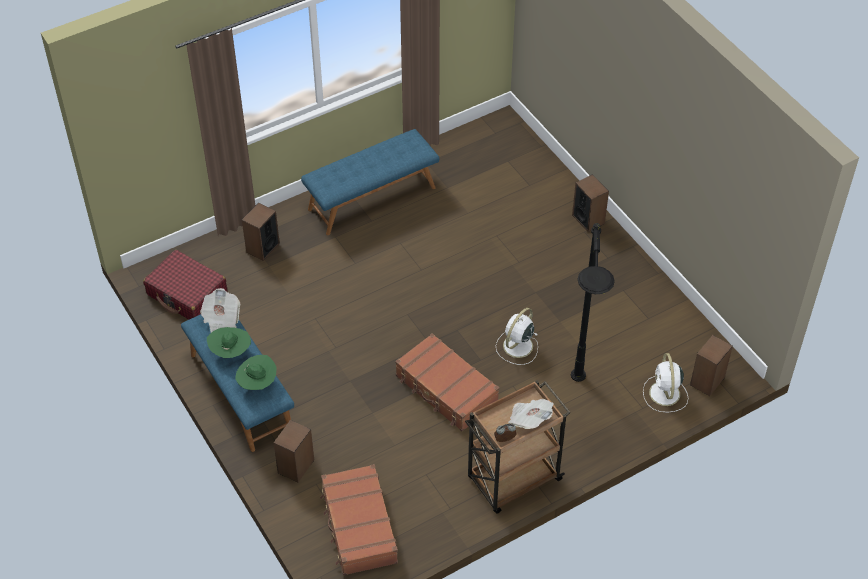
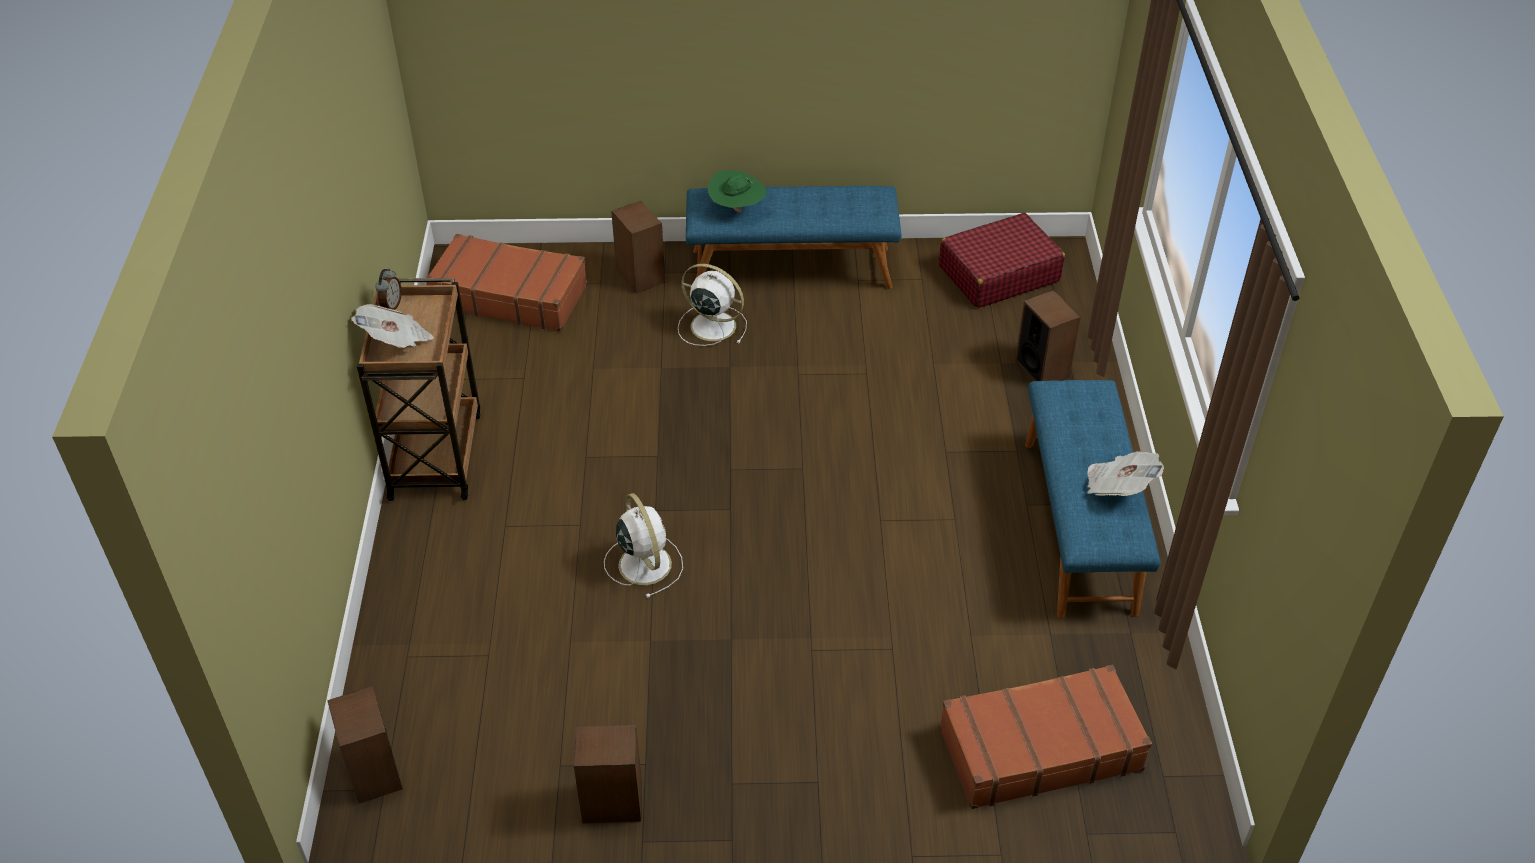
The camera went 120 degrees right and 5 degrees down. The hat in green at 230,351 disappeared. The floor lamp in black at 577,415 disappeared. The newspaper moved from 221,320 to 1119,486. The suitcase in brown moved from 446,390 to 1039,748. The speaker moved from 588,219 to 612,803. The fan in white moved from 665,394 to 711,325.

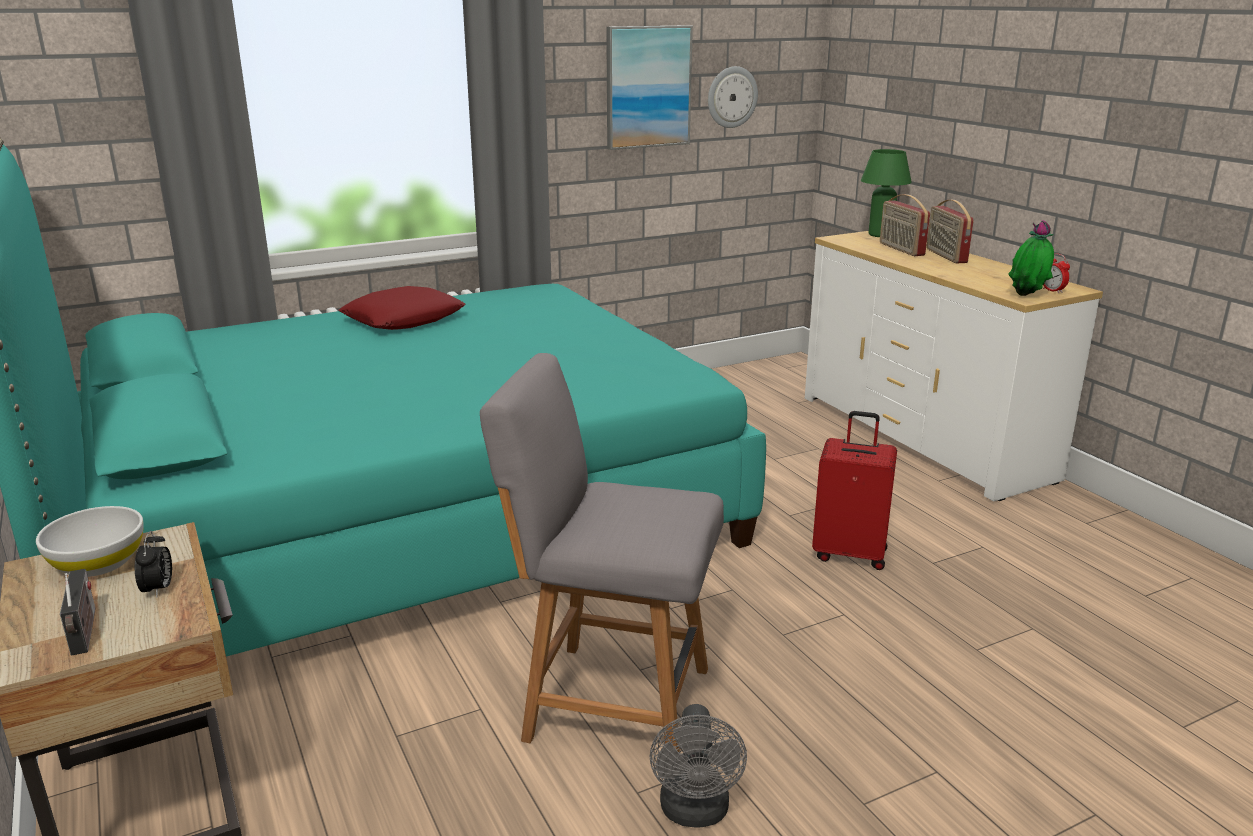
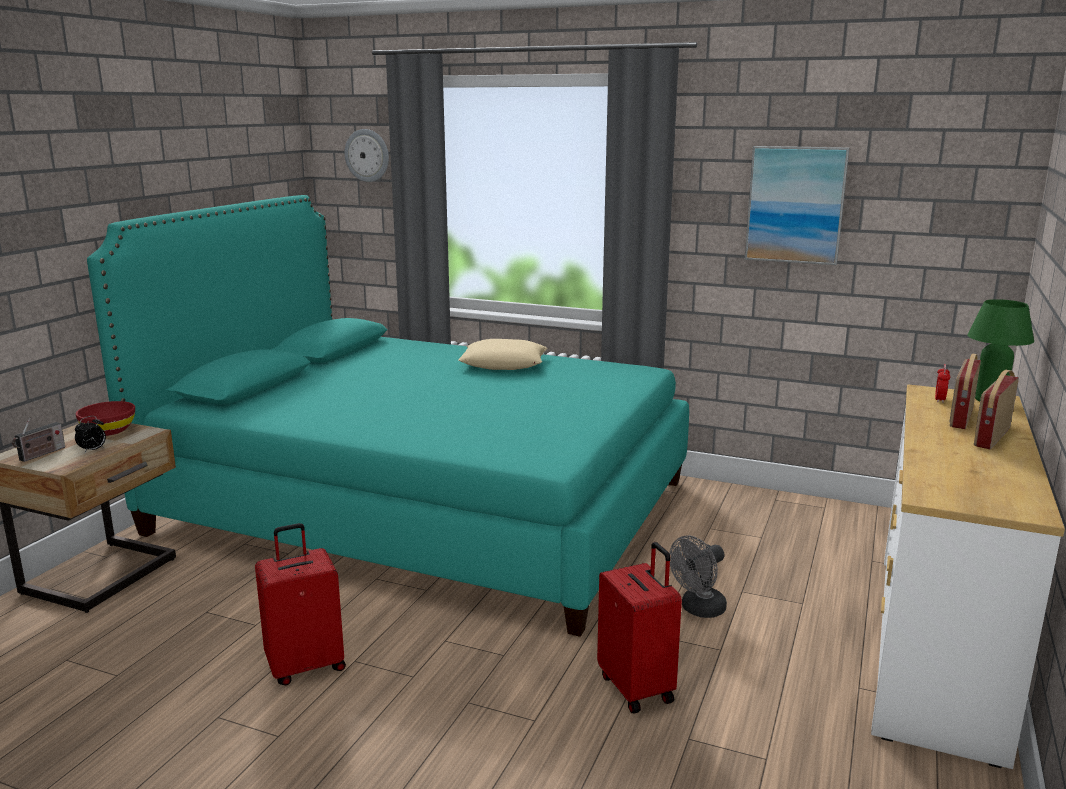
The camera went 50 degrees right and 5 degrees down. The potted plant at 1026,296 disappeared. The fan in grey moved from 695,813 to 698,610. The wall clock moved from 731,97 to 367,155. The alarm clock moved from 1052,290 to 939,400. The chair in grey at 610,702 was replaced by the suitcase in red at 306,665. The bowl in white at 98,563 became the bowl in red at 108,431. The pillow in red at 404,319 became the pillow in beige at 504,363.

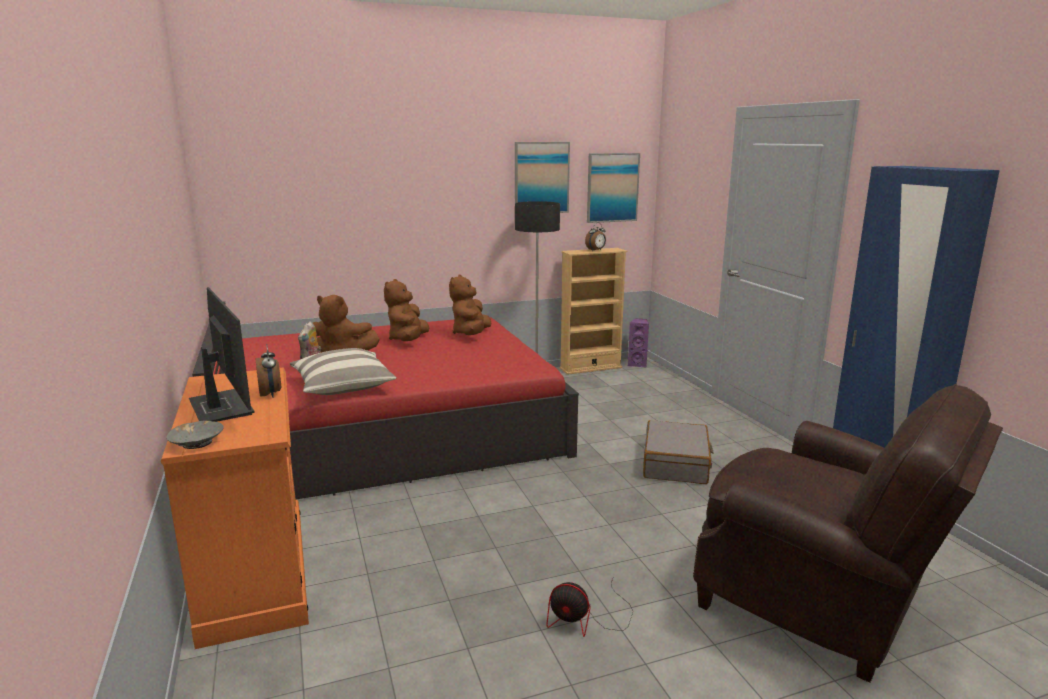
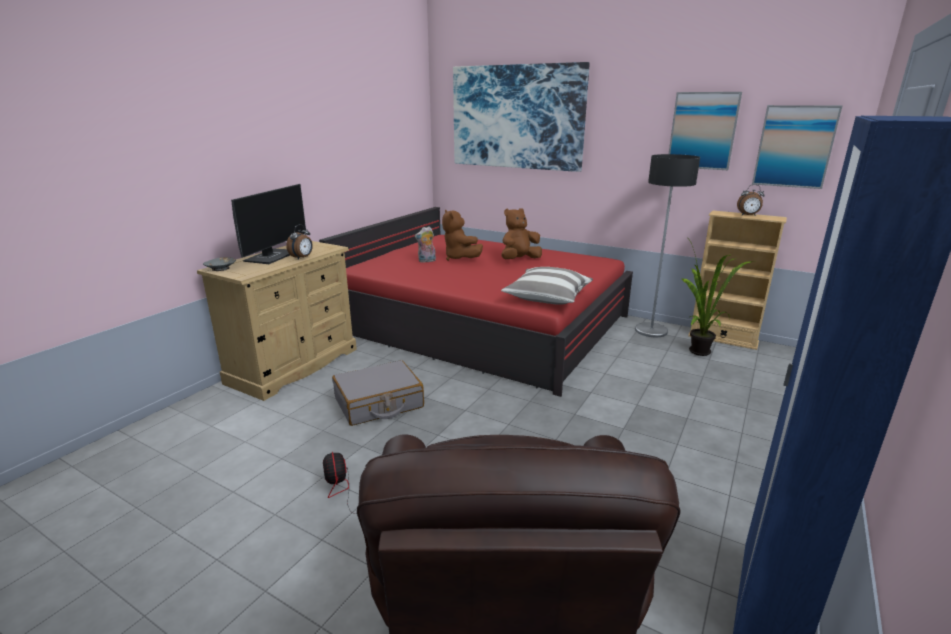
The camera went 50 degrees right and 5 degrees up. The plush toy in brown at 471,334 disappeared. The speaker in purple at 637,364 disappeared. The picture at 516,117 appeared. The potted plant at 698,353 appeared. The pillow moved from 343,386 to 547,297. The suitcase in grey moved from 676,464 to 379,403. The dresser in orange at 256,572 became the dresser in beige at 294,365.

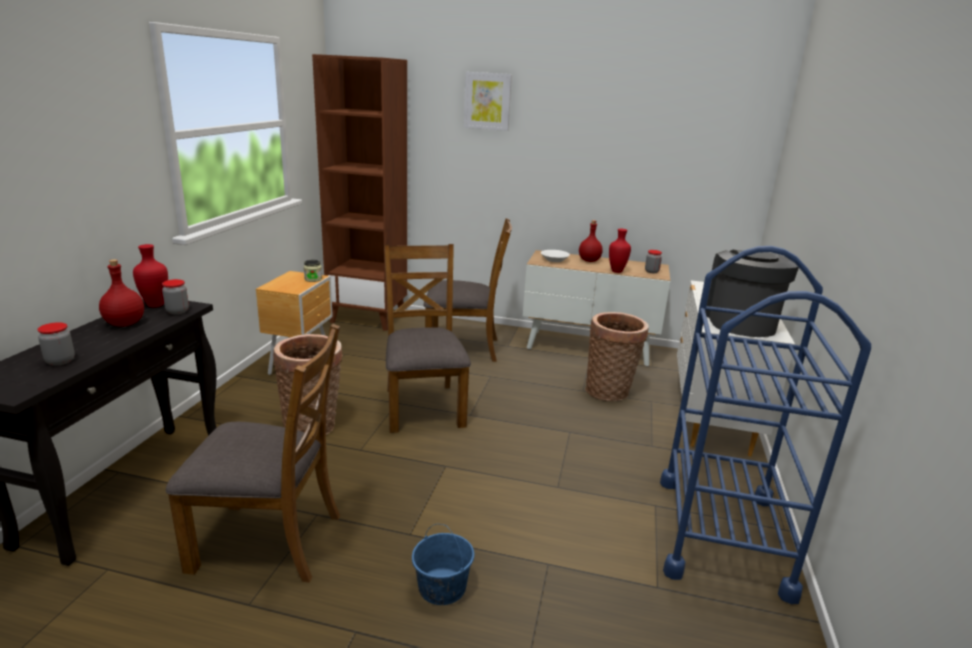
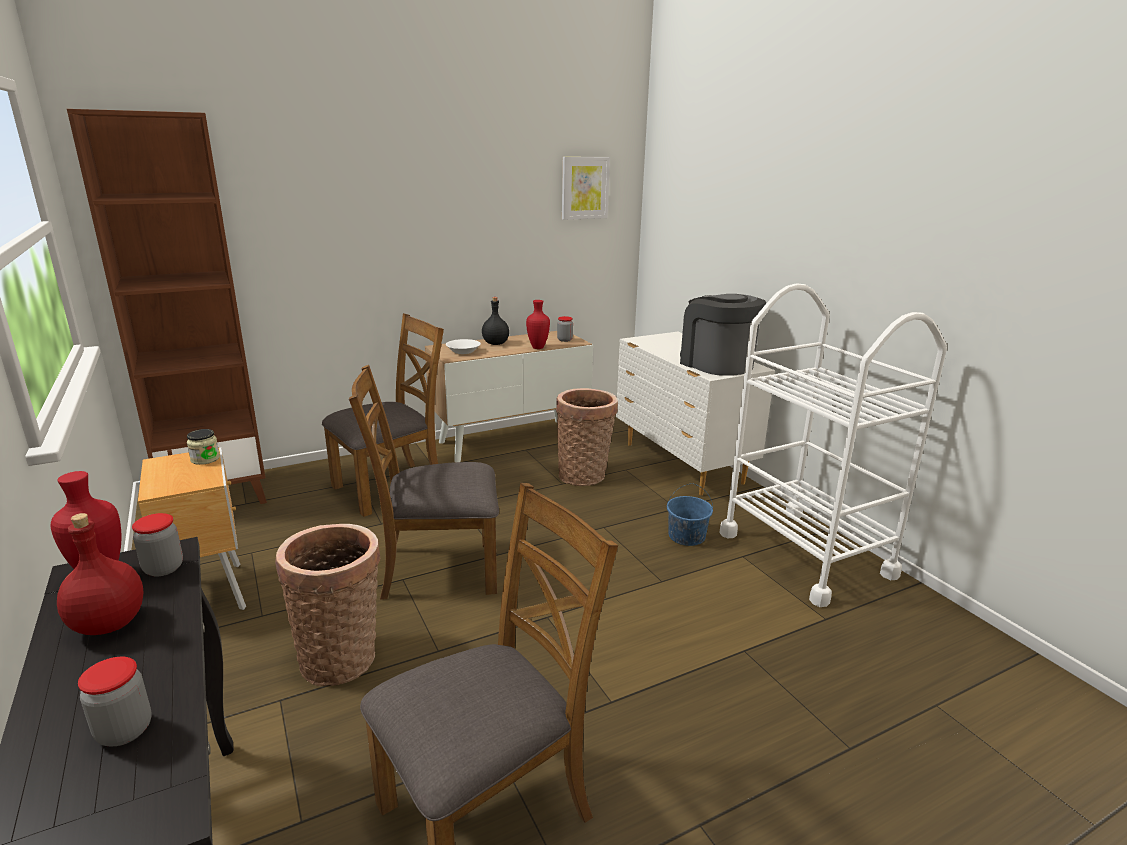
The camera went 40 degrees left and 0 degrees up. The bucket in blue moved from 442,587 to 686,536. The picture moved from 487,101 to 584,188. The bottle in red at 589,261 became the bottle in black at 495,344. The cart in blue at 721,534 became the cart in white at 805,554. The chair in brown at 423,406 turned 45 degrees counterclockwise.

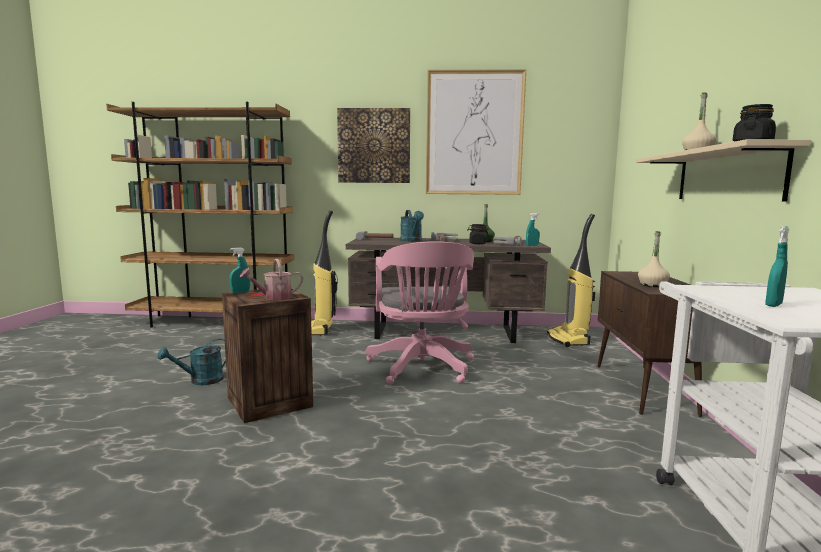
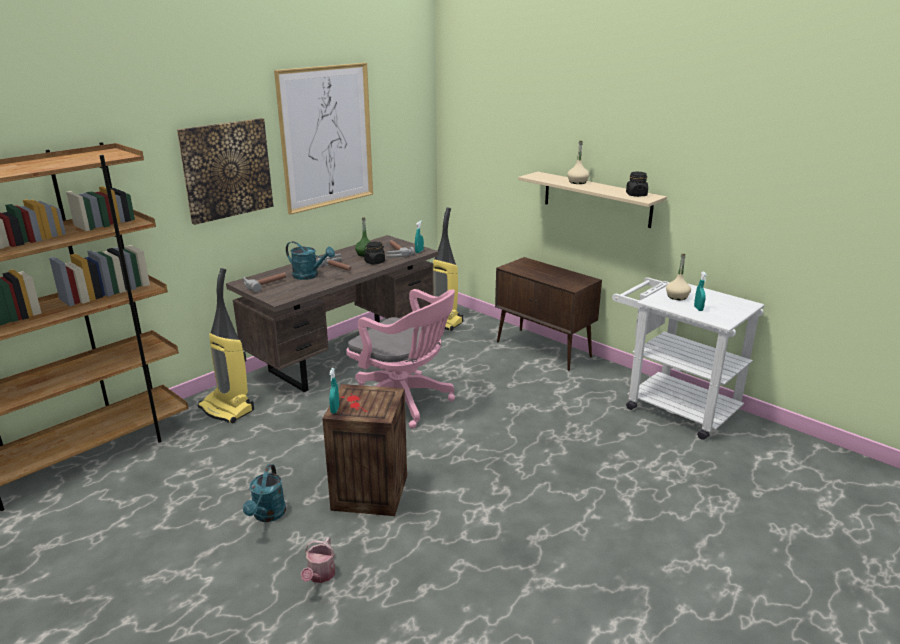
The camera went 50 degrees left and 15 degrees up. The watering can moved from 273,298 to 320,576. The bottle in beige moved from 652,285 to 677,297.

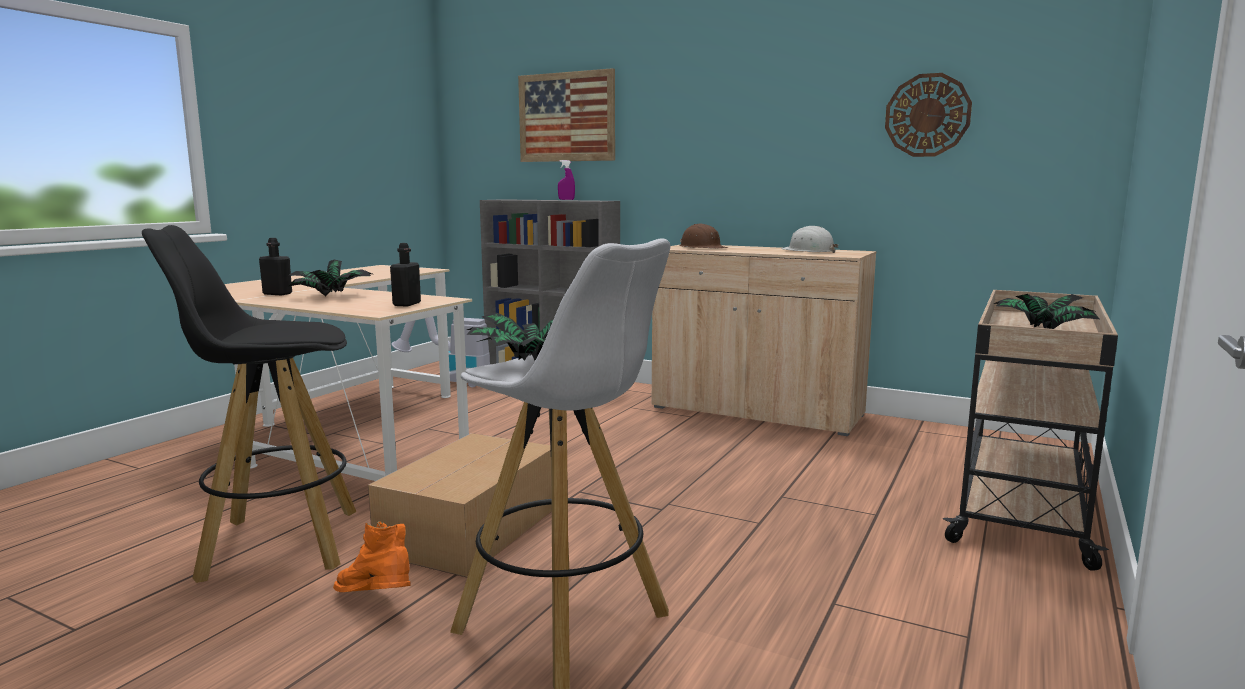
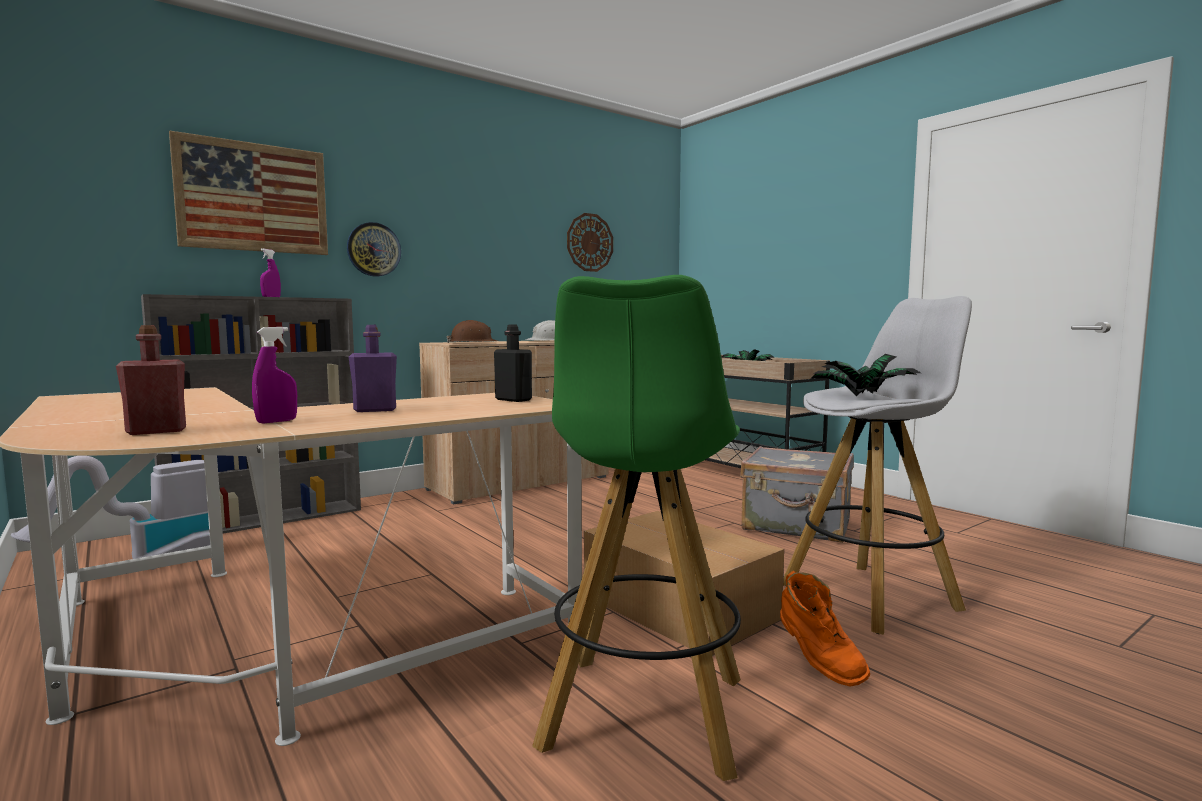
The camera went 65 degrees left and 5 degrees down. The bottle in red at 156,431 appeared. The wall clock at 373,249 appeared. The suitcase in grey at 797,526 appeared. The bottle in black at 277,294 was replaced by the spray bottle in purple at 276,421. The potted plant at 333,296 was replaced by the bottle in purple at 375,410. The stool in black at 278,544 became the stool in green at 644,716. The boot in orange at 377,602 turned 90 degrees counterclockwise.

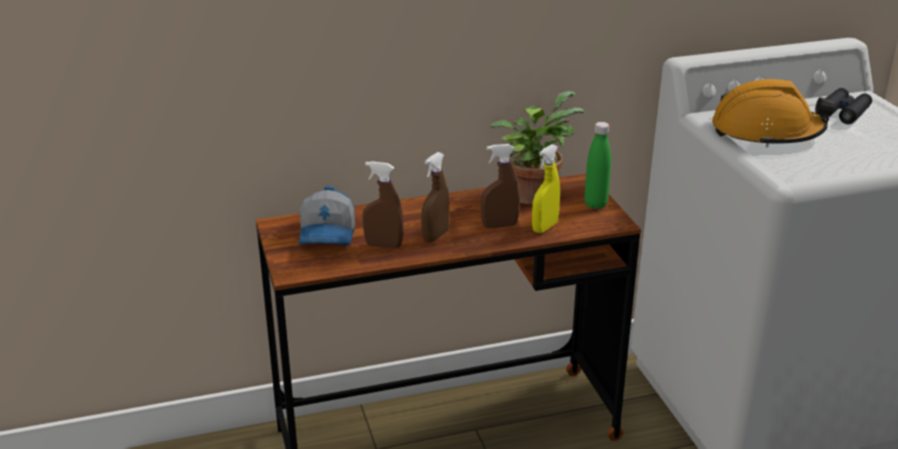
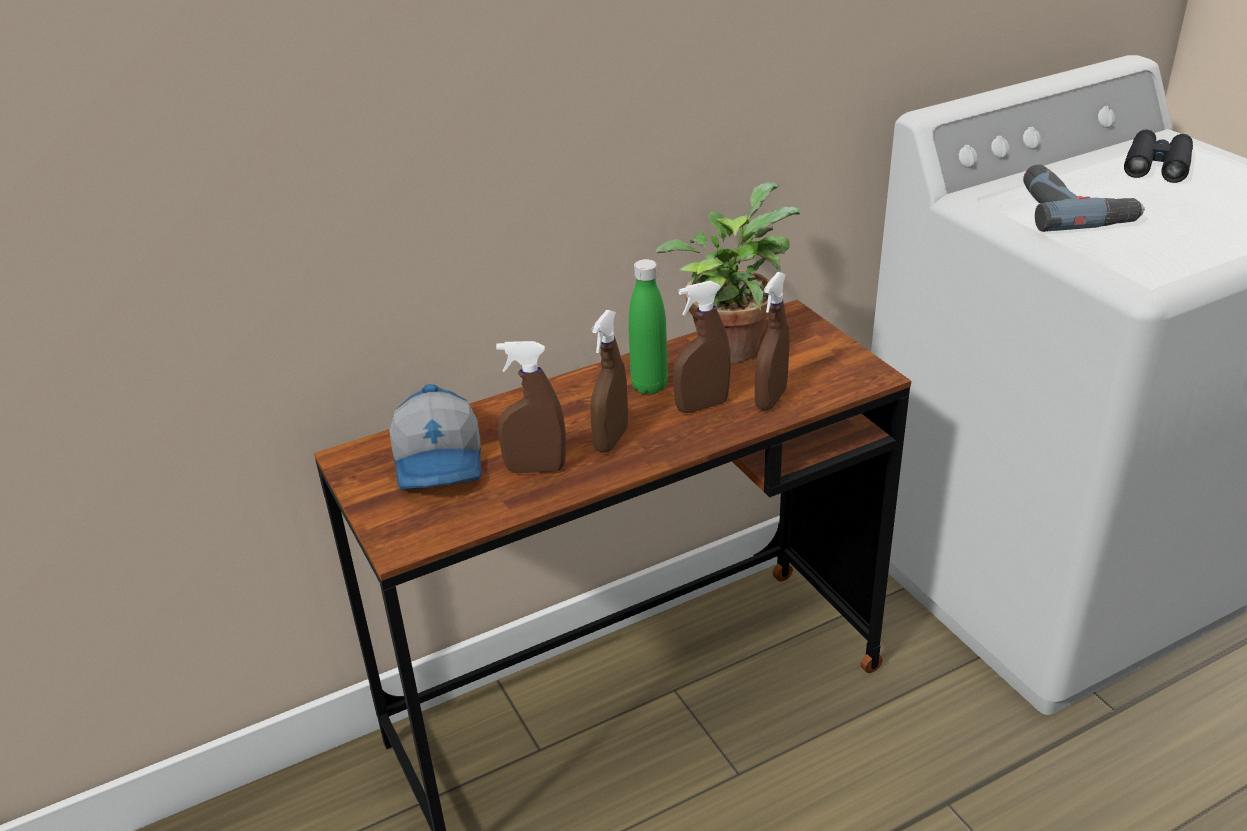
The camera went 10 degrees left and 5 degrees up. The bottle in green moved from 595,204 to 649,386. The hard hat in orange at 766,132 was replaced by the power drill at 1072,210. The spray bottle in yellow at 545,227 became the spray bottle in brown at 771,399.

